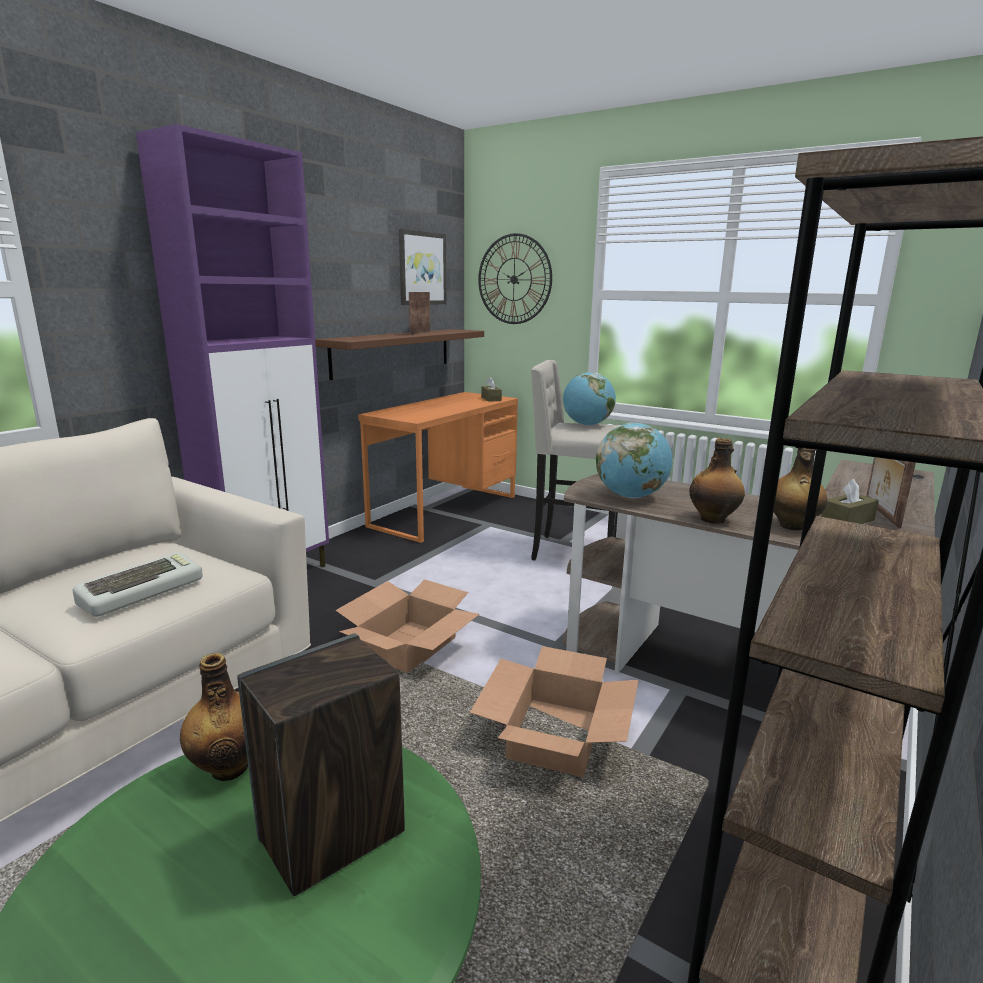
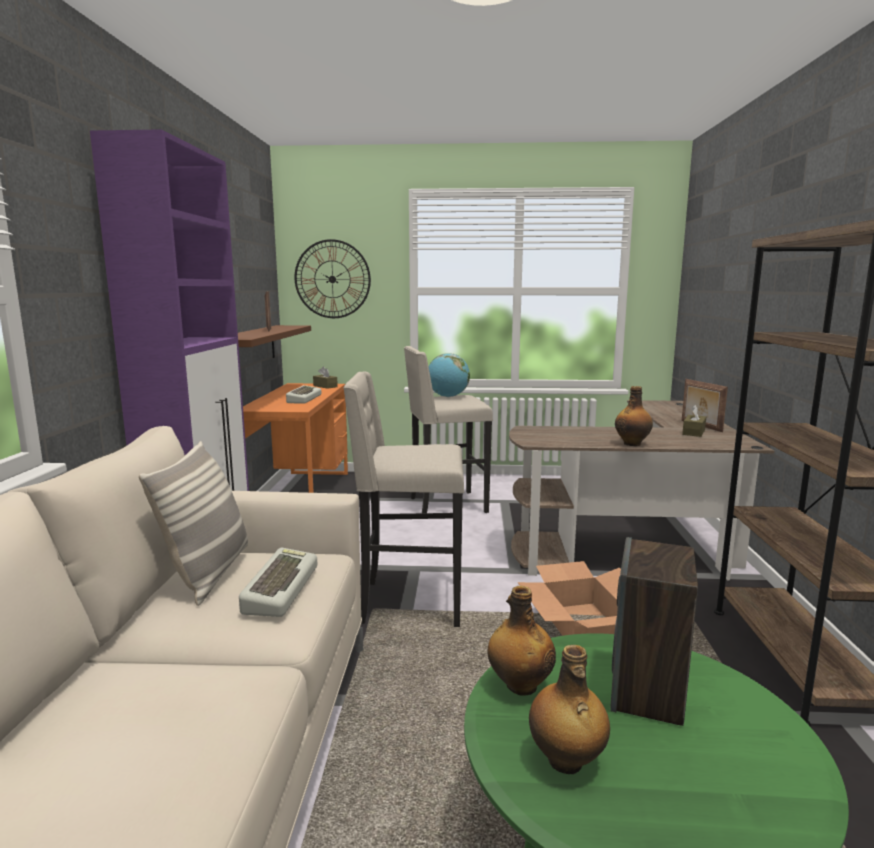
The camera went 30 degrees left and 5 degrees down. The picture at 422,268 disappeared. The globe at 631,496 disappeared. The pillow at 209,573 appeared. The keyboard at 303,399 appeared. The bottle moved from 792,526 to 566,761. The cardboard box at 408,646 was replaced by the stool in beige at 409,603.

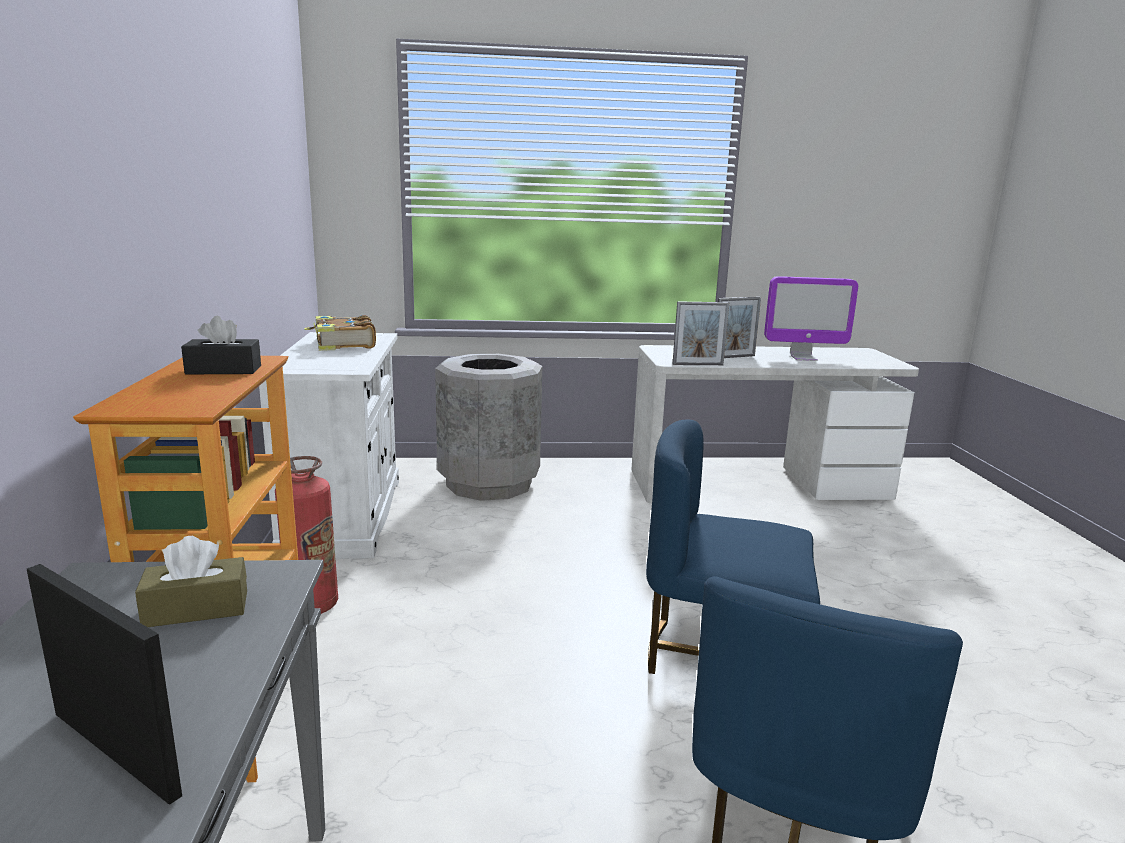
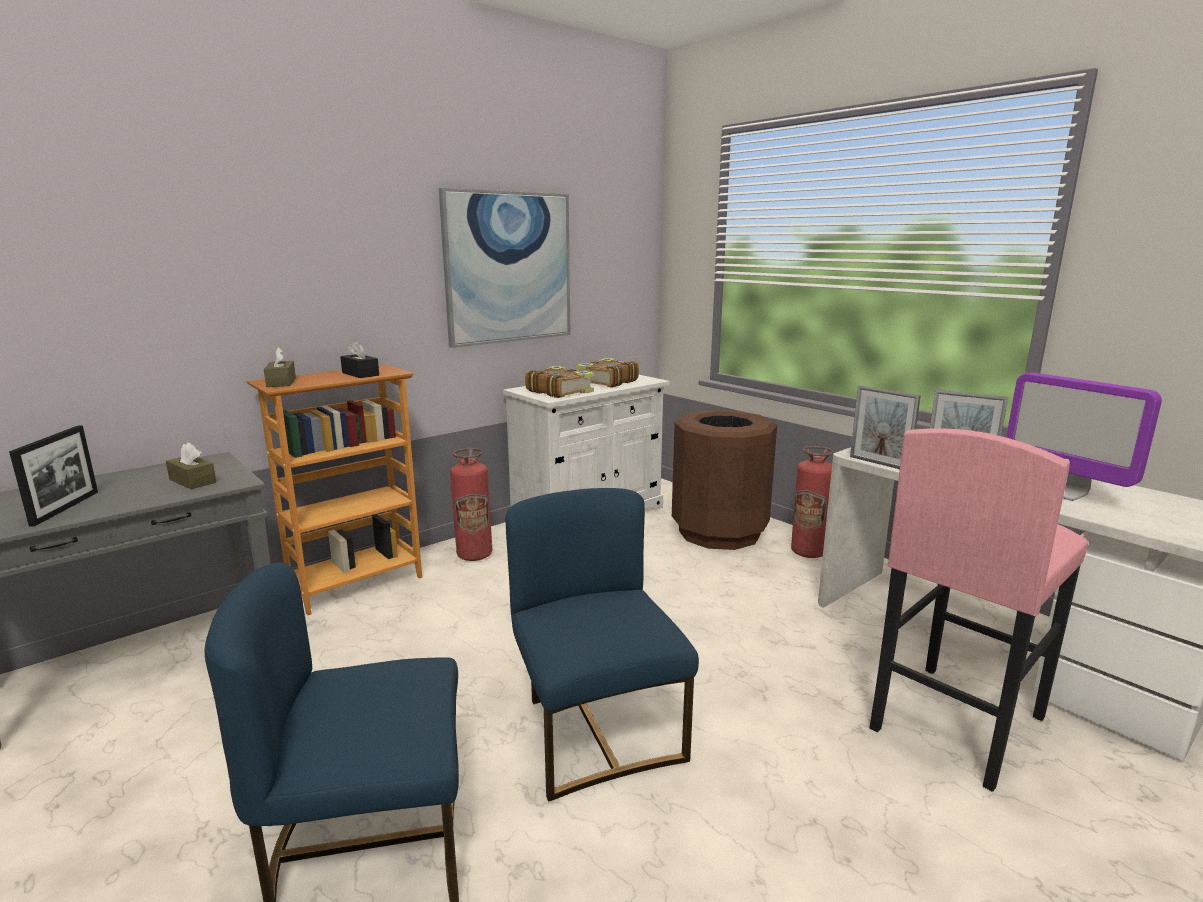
The camera went 55 degrees right and 0 degrees up. The tissue box in brown at 281,382 appeared. The picture at 508,268 appeared. The book at 559,391 appeared. The fire extinguisher at 808,552 appeared. The stool in pink at 955,722 appeared. The trash can in grey at 489,483 became the trash can in brown at 719,532.

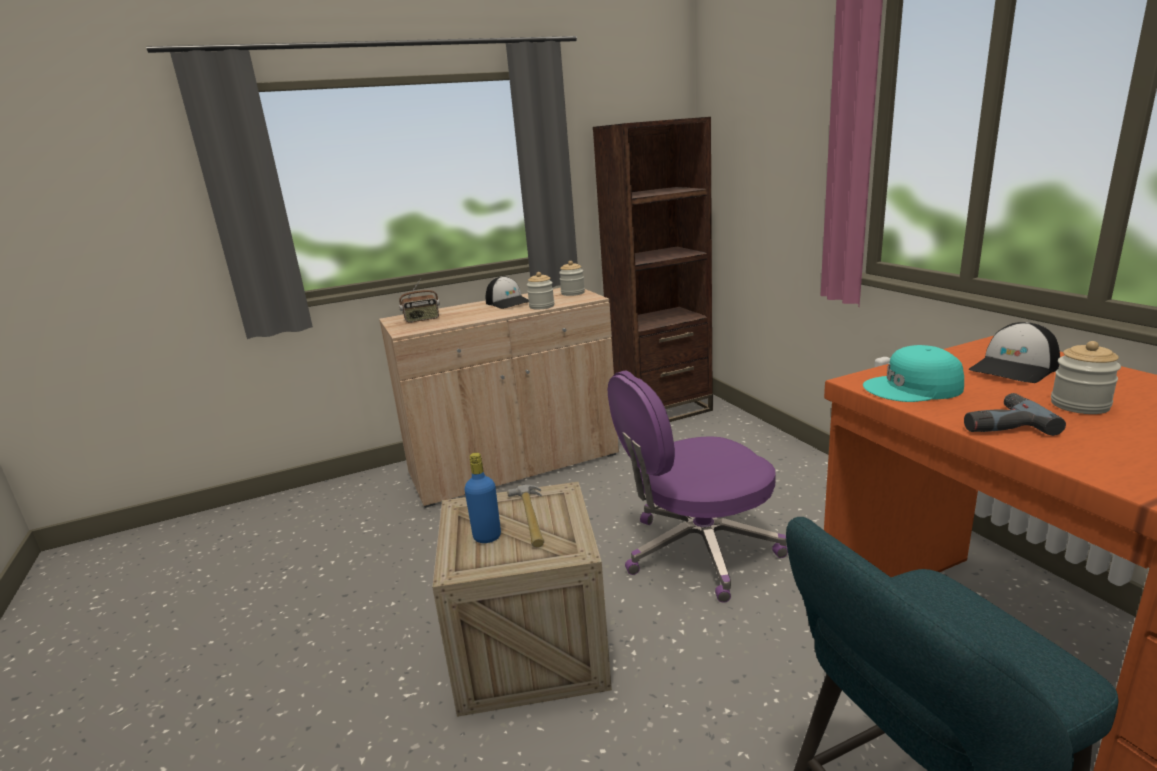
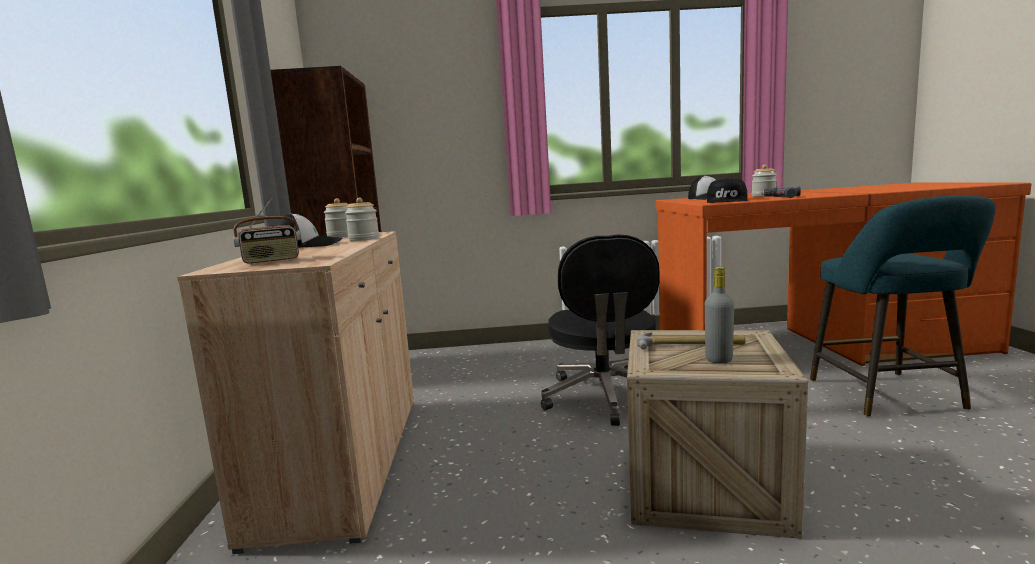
The camera went 70 degrees left and 10 degrees down. The bottle in blue at 487,537 became the bottle in grey at 718,359. The office chair in purple at 697,551 became the office chair in black at 604,397. The cap in turquoise at 913,388 became the cap in black at 727,201. The radio at 422,319 turned 60 degrees clockwise.

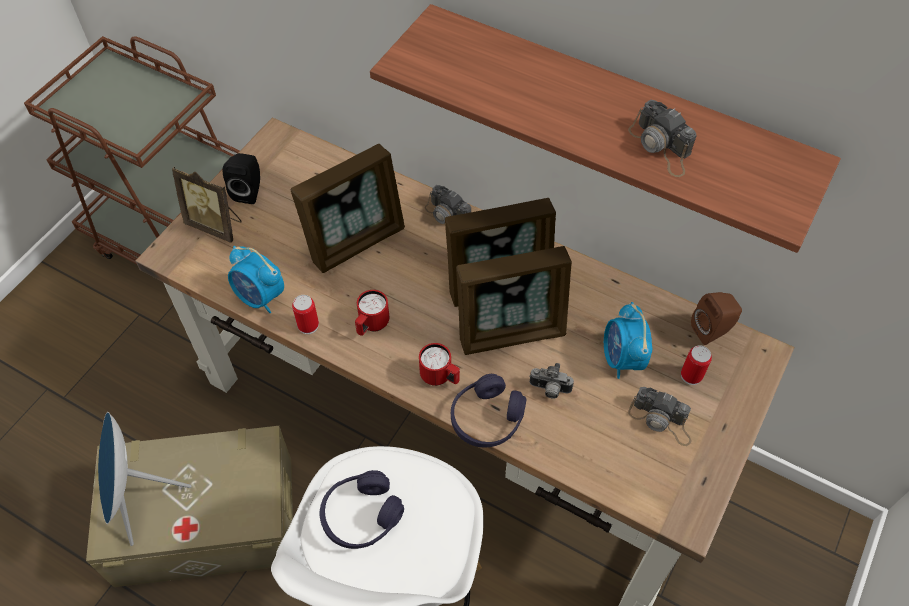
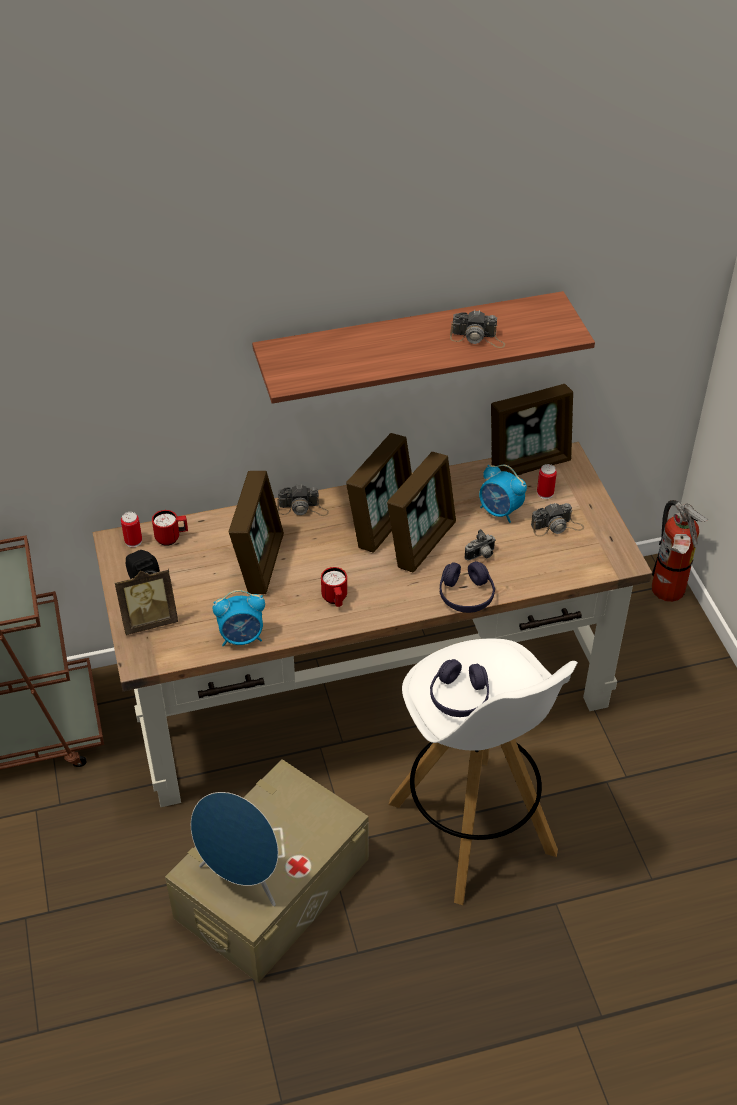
The camera went 45 degrees left and 10 degrees down. The fire extinguisher at 667,593 appeared. The can moved from 308,325 to 133,541. The mug in red moved from 440,377 to 172,538. The speaker in brown at 712,330 was replaced by the picture frame at 528,463.

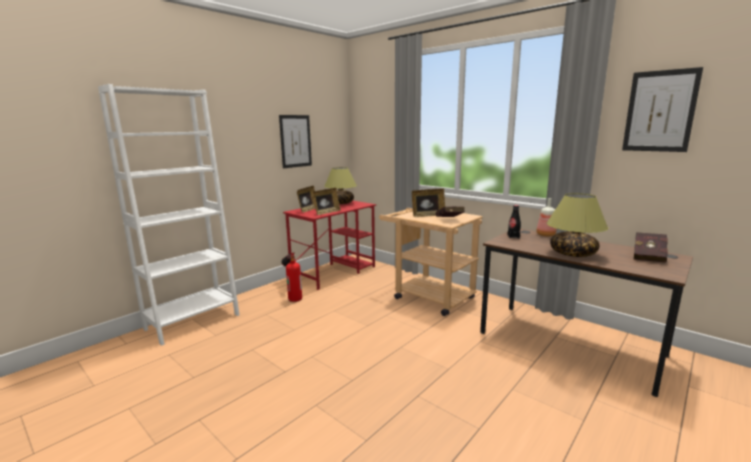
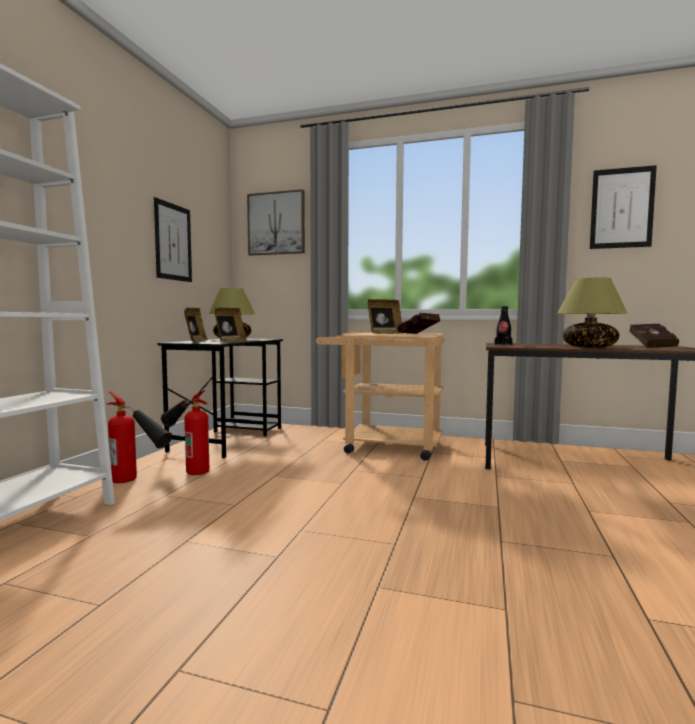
The camera went 25 degrees left and 10 degrees down. The bottle at 546,235 disappeared. The fire extinguisher at 138,483 appeared. The picture at 276,223 appeared. The desk in red at 334,272 became the desk in black at 229,438.

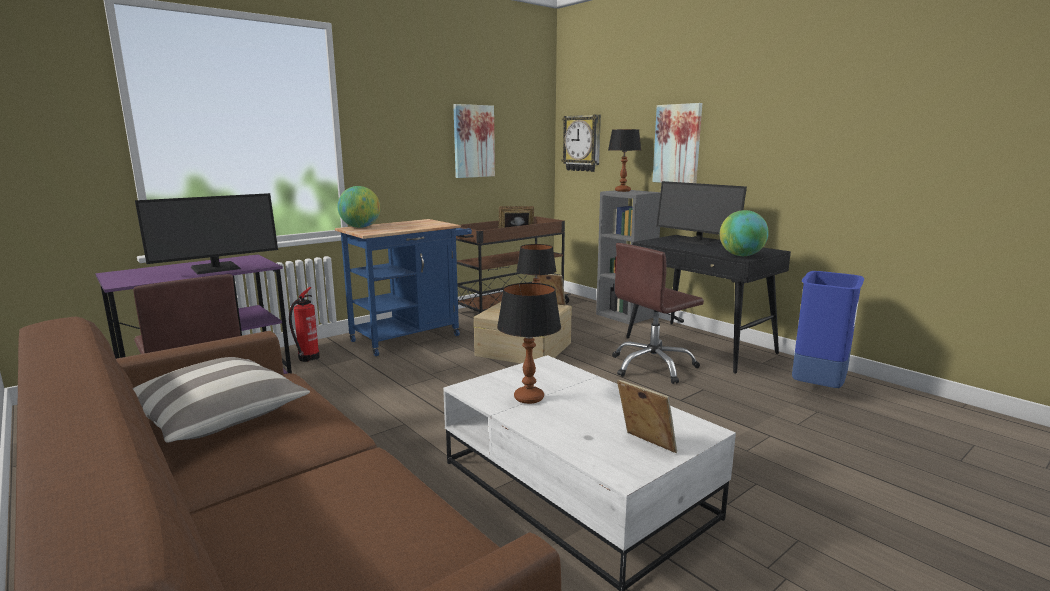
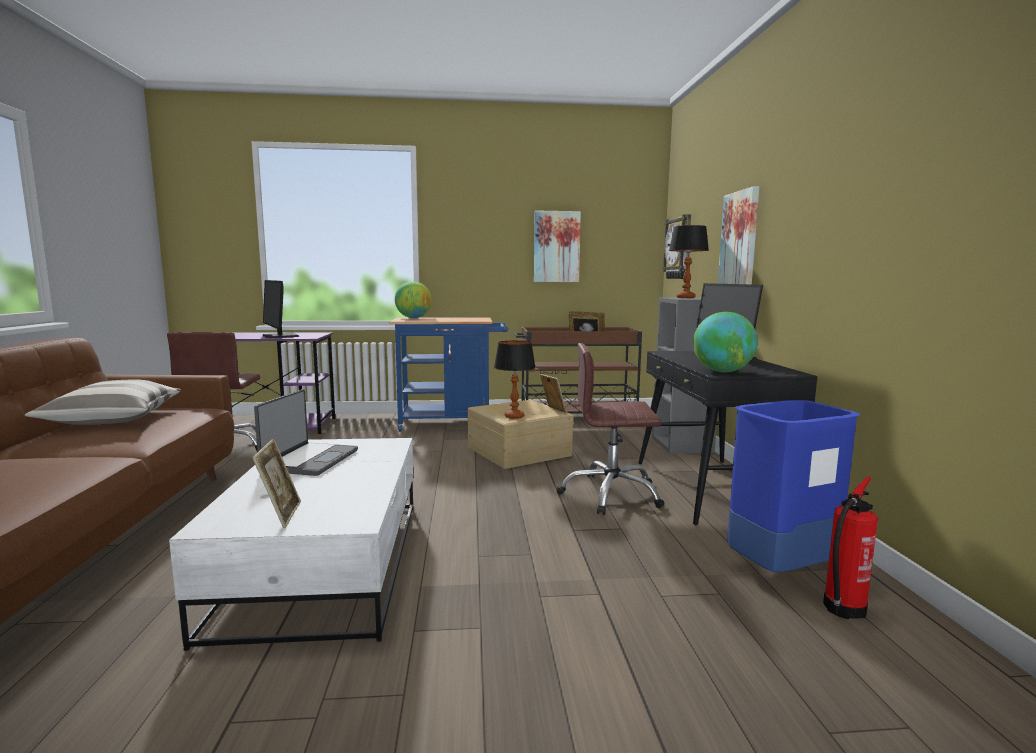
The camera went 35 degrees right and 5 degrees down. The fire extinguisher moved from 307,358 to 841,610. The table lamp at 528,398 was replaced by the laptop at 309,460. The monitor at 216,268 turned 60 degrees clockwise.

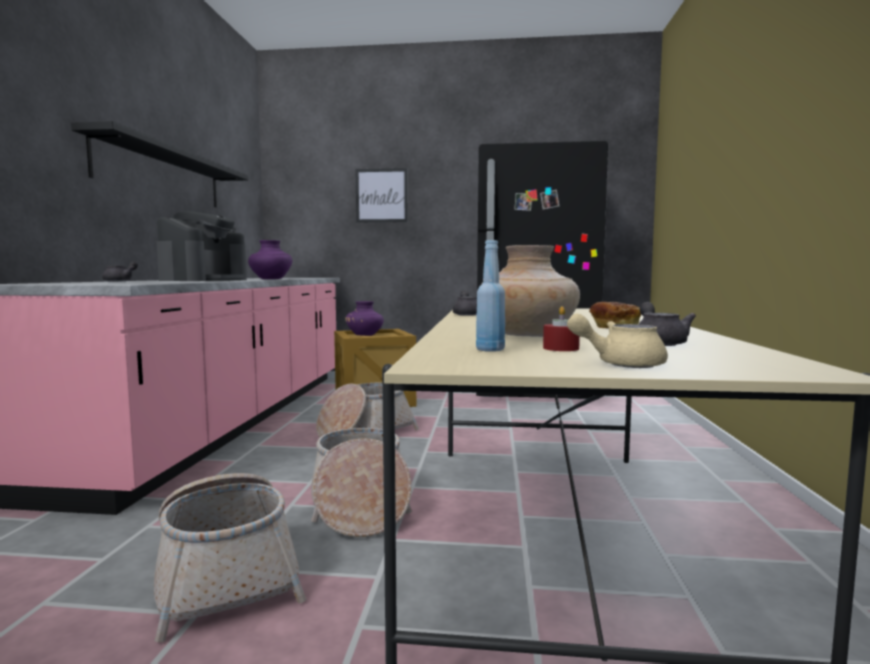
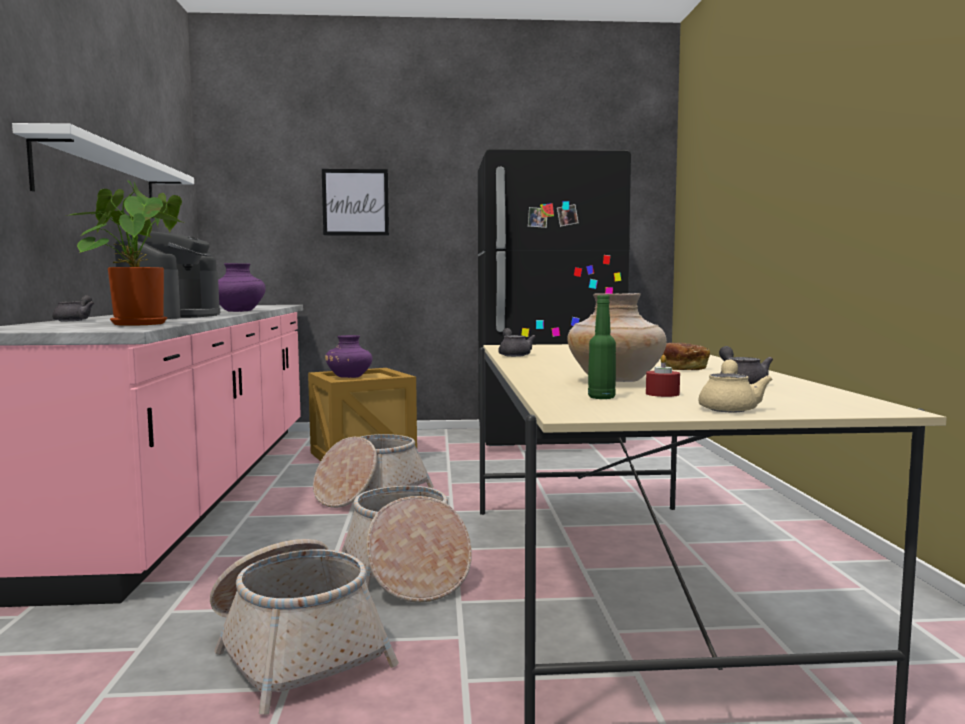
The camera went 10 degrees left and 0 degrees up. The potted plant at 136,324 appeared. The shelf in black at 163,175 became the shelf in white at 100,181. The bottle in blue at 490,350 became the bottle in green at 601,397. The teapot in beige at 620,364 turned 120 degrees clockwise.

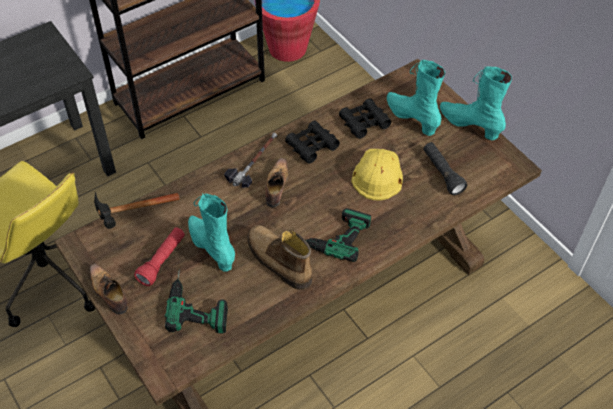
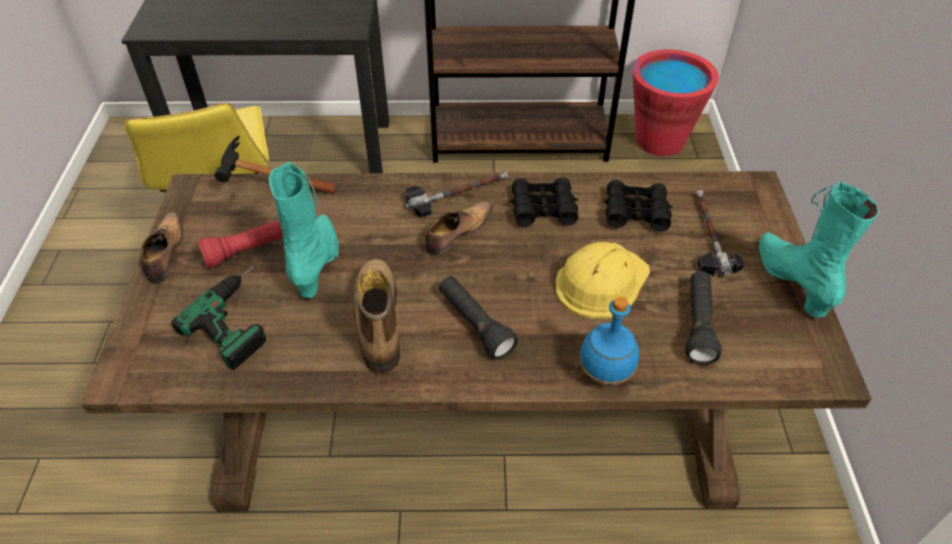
The camera went 35 degrees right and 5 degrees down. The bottle in blue at 605,374 appeared. The power drill at 332,234 was replaced by the flashlight in black at 474,325. The boot in turquoise at 411,118 was replaced by the hammer at 708,236.

